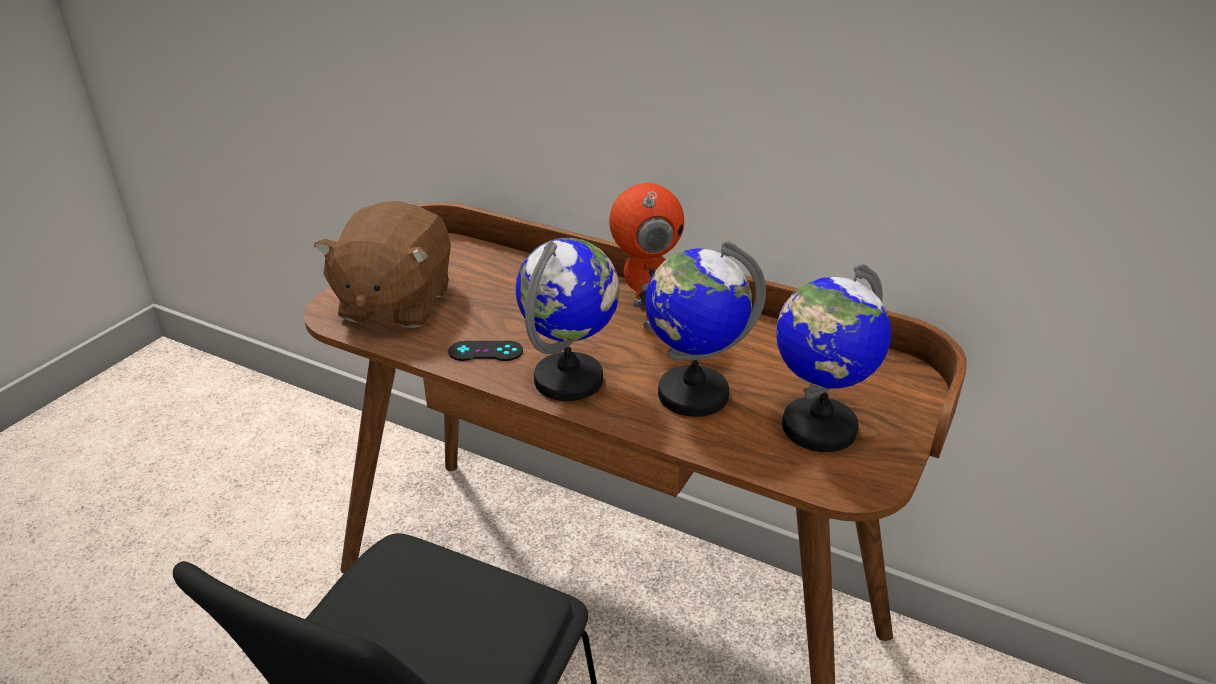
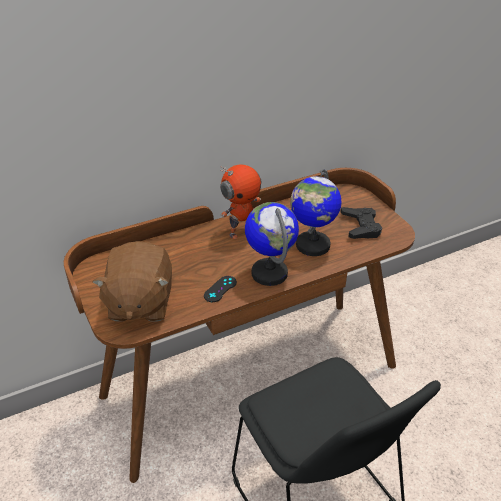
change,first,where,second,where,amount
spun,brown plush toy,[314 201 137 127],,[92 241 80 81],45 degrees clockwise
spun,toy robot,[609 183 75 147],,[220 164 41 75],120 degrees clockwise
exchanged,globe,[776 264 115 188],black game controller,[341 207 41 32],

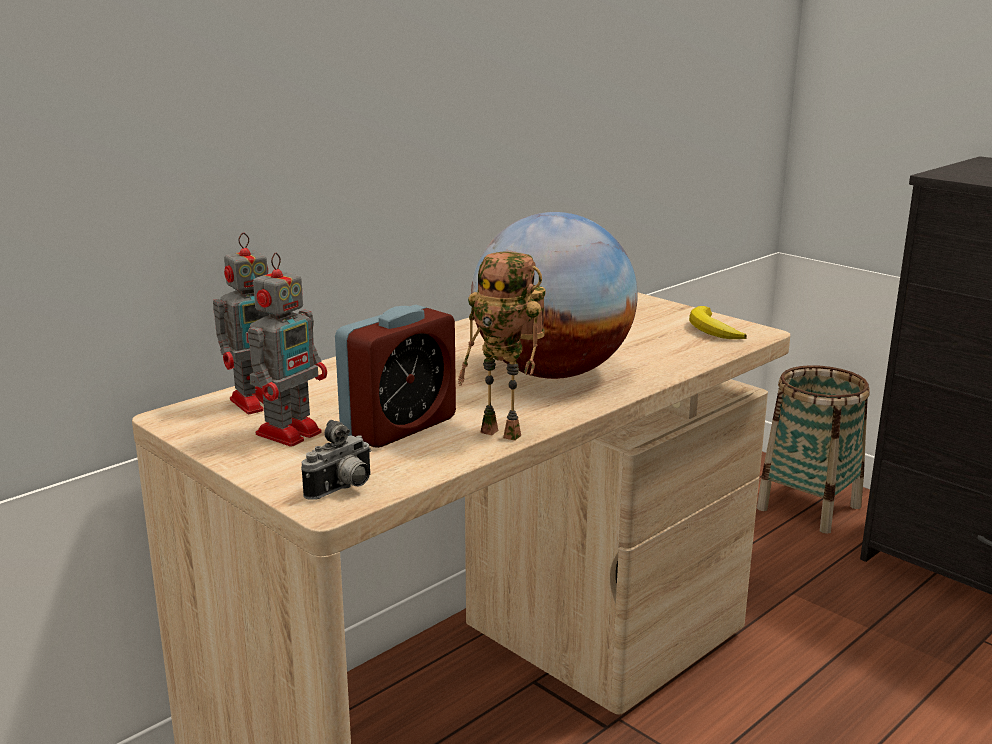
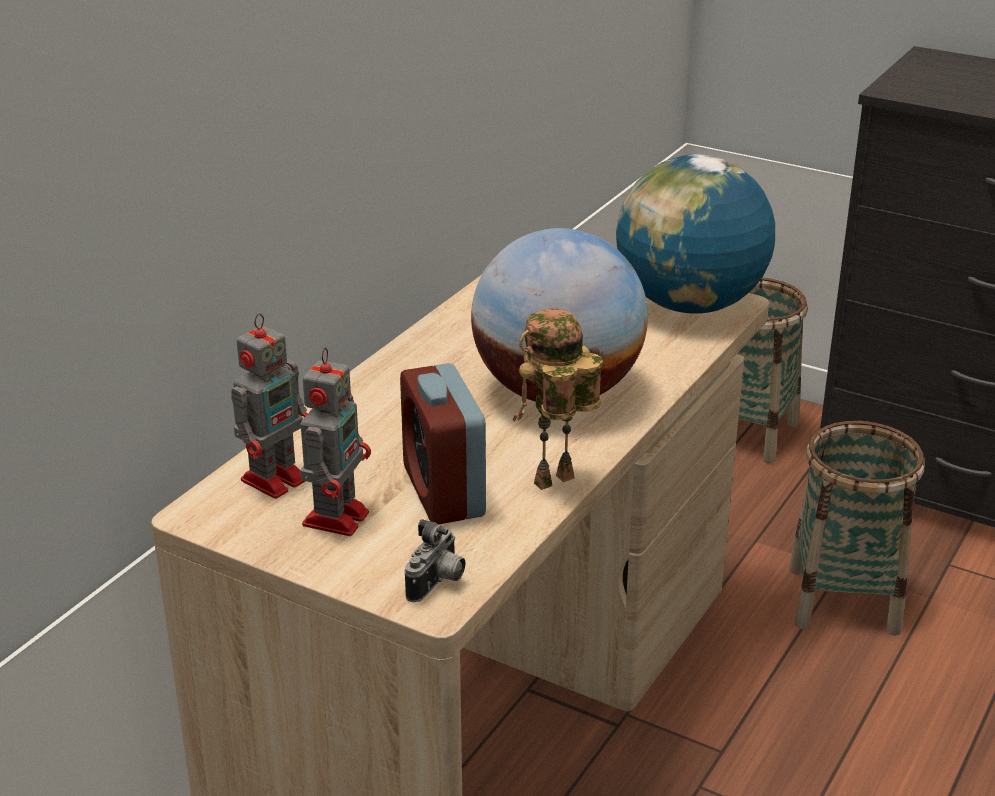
change,first,where,second,where,amount
spun,alarm clock,[335 305 121 143],,[400 363 86 162],135 degrees clockwise
spun,toy robot,[458 252 88 189],,[513 308 90 182],135 degrees clockwise
exchanged,banana,[689 306 58 33],globe,[616 154 159 160],
appeared,,,basket,[789 421 136 215],

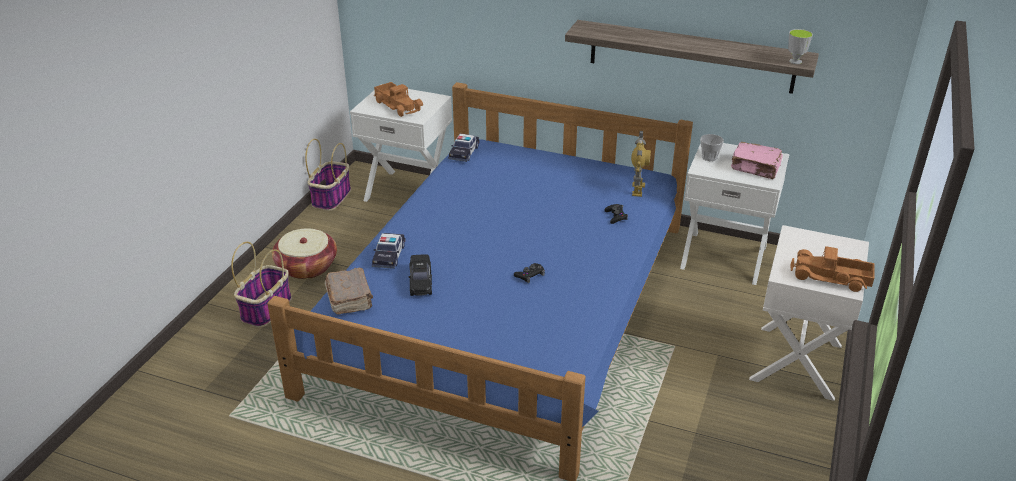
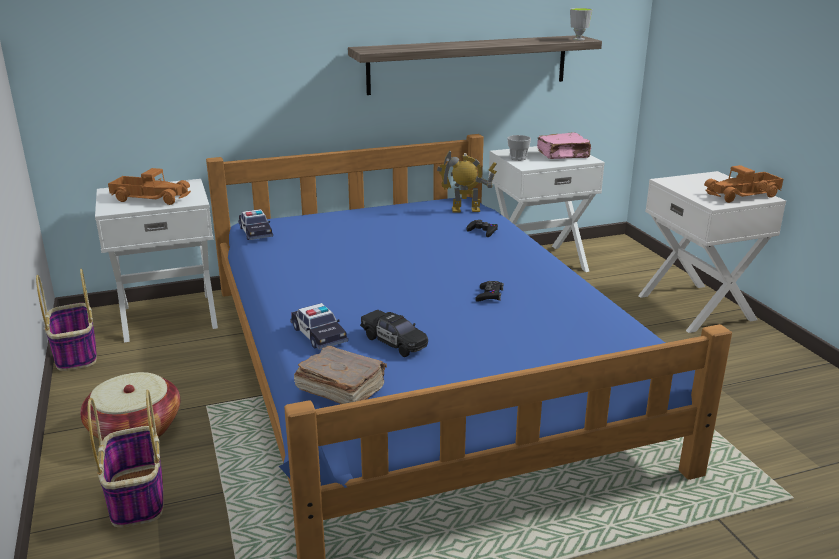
change,first,where,second,where,amount
spun,toy robot,[631 131 20 66],,[437 149 60 63],60 degrees counterclockwise

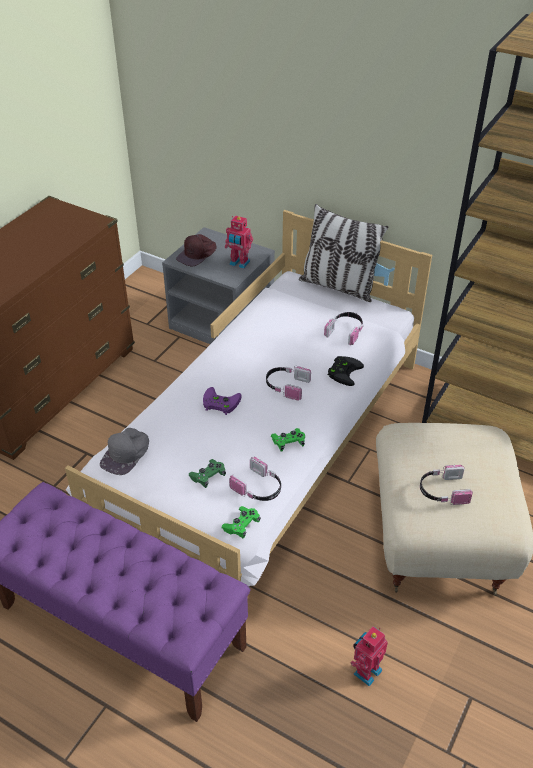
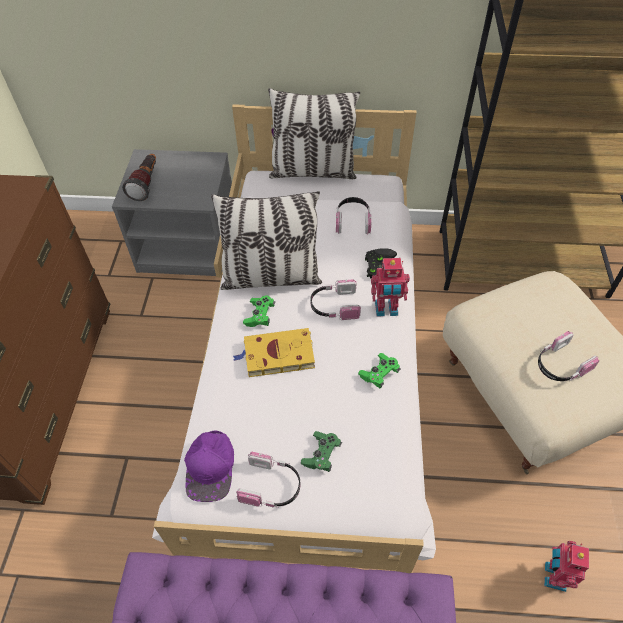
change,first,where,second,where,amount
colour,grey cap,[100 428 49 47],purple cap,[184 430 50 72],
exchanged,brown cap,[176 234 41 32],flashlight,[122 154 34 47],
exchanged,purple game controller,[203 387 39 28],yellow book,[233 328 82 49],
relocated,green game controller,[222 506 39 32],,[243 295 32 32],
relocated,toy robot,[225 216 28 53],,[371 258 39 59],
relocated,headphones,[229 457 52 44],,[236 452 65 56],
appeared,,,pillow,[211 191 111 99],

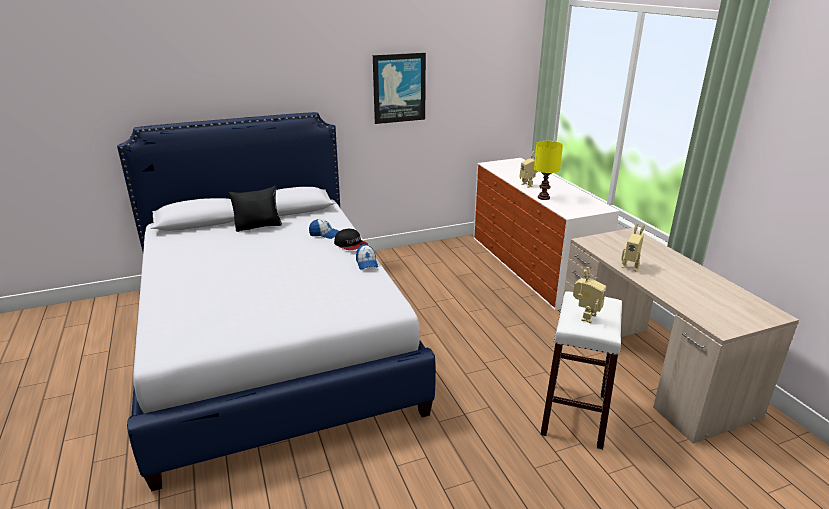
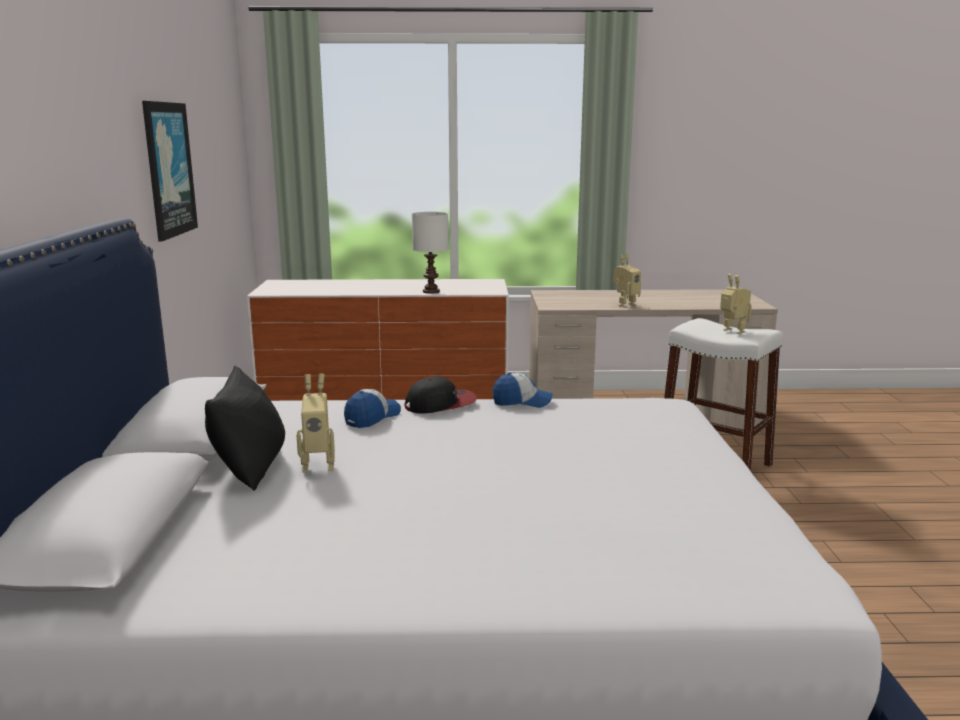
change,first,where,second,where,amount
relocated,toy robot,[520 151 18 37],,[296 373 39 100],
colour,yellow table lamp,[534 141 29 59],white table lamp,[412 212 36 82],

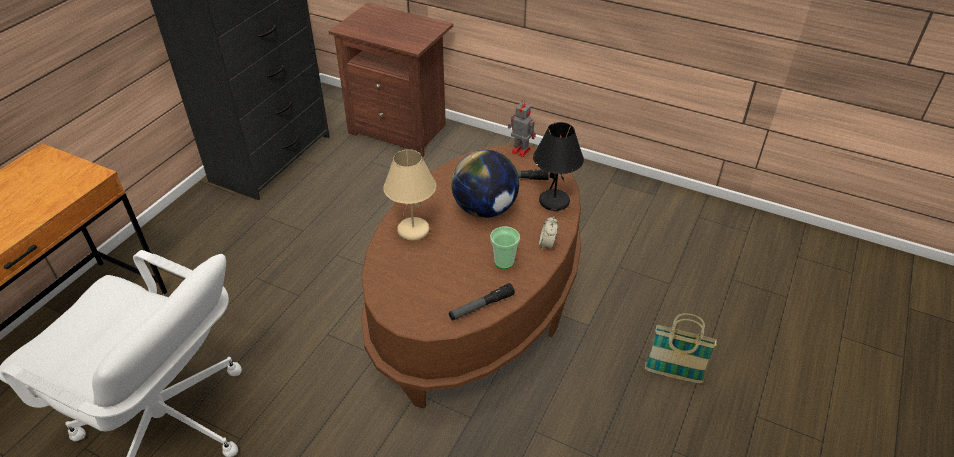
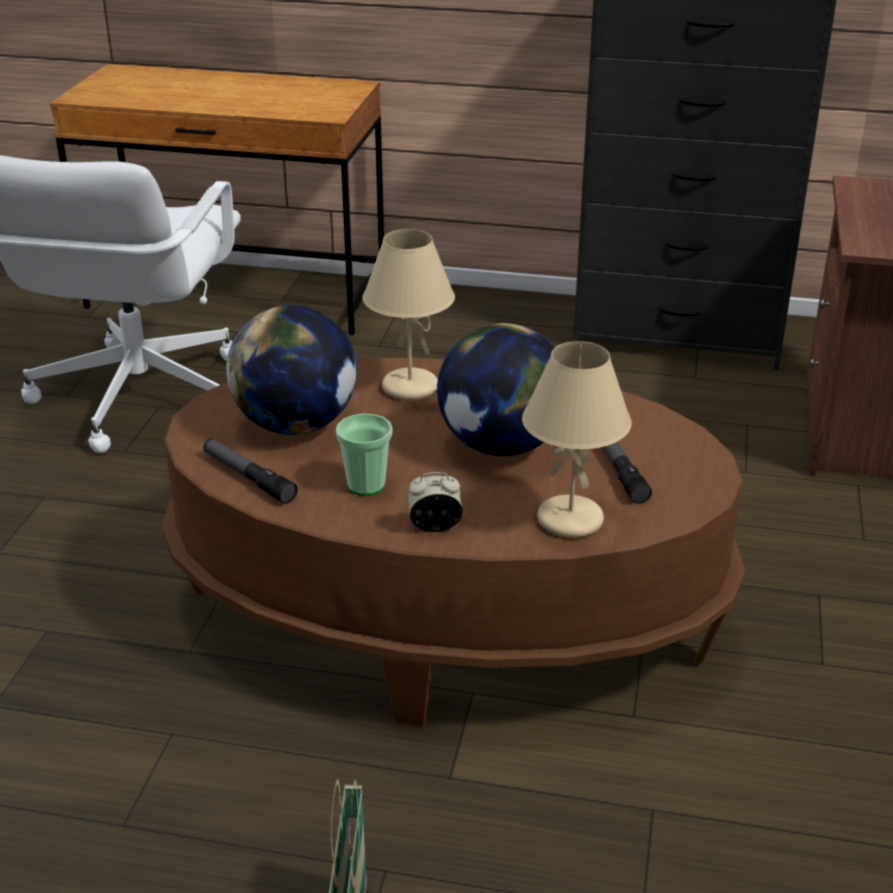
change,first,where,second,where,amount
missing,toy robot,[508 100 28 57],,,
colour,black table lamp,[533 122 51 89],beige table lamp,[522 341 110 197],
appeared,,,globe,[226 305 131 130],

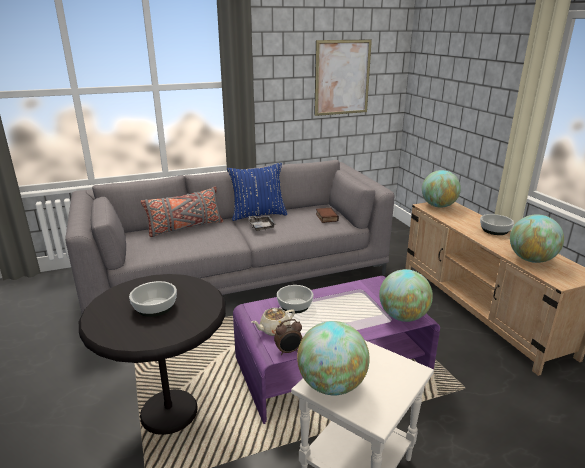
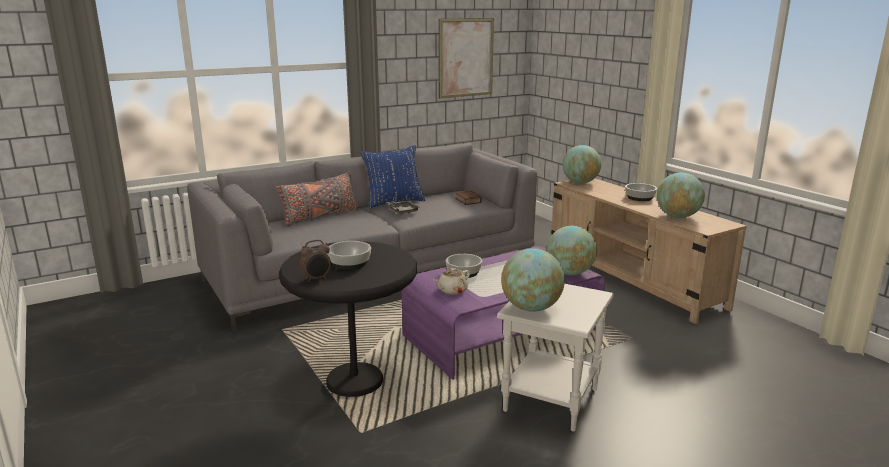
change,first,where,second,where,amount
relocated,alarm clock,[274 319 28 36],,[299 240 32 42],

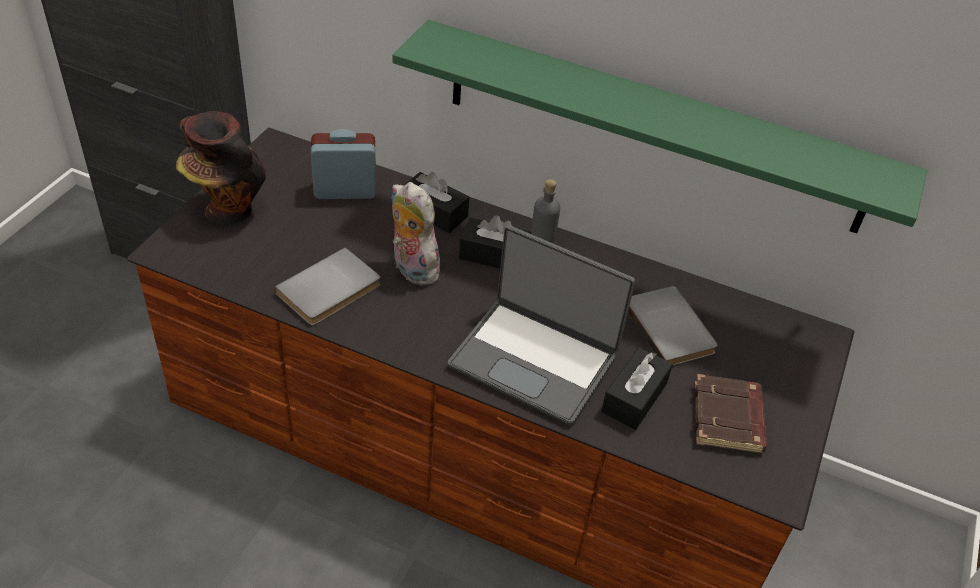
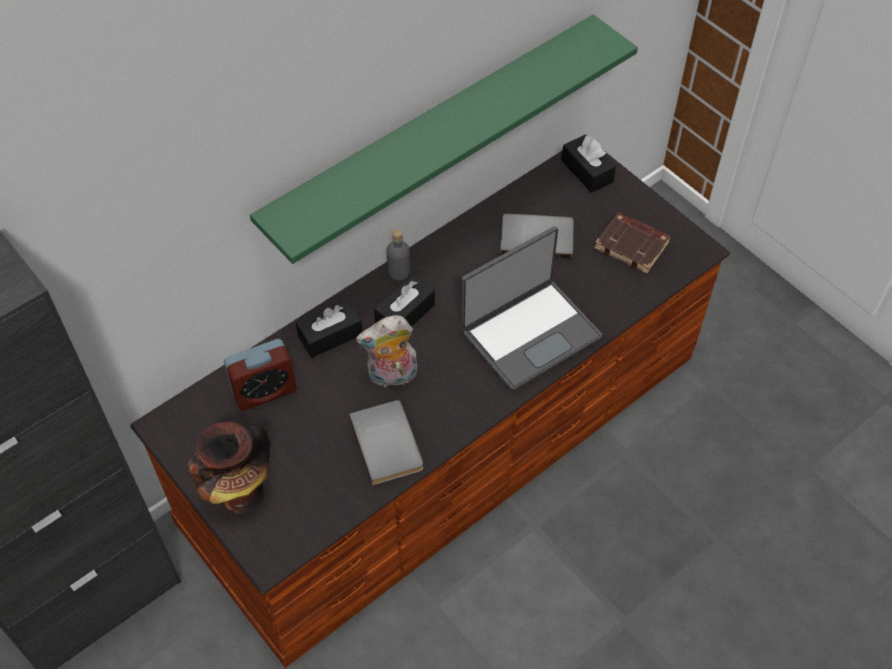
change,first,where,second,where,amount
spun,alarm clock,[311 129 65 70],,[224 339 72 72],135 degrees counterclockwise
relocated,black tissue box,[601 347 72 83],,[561 135 55 58],

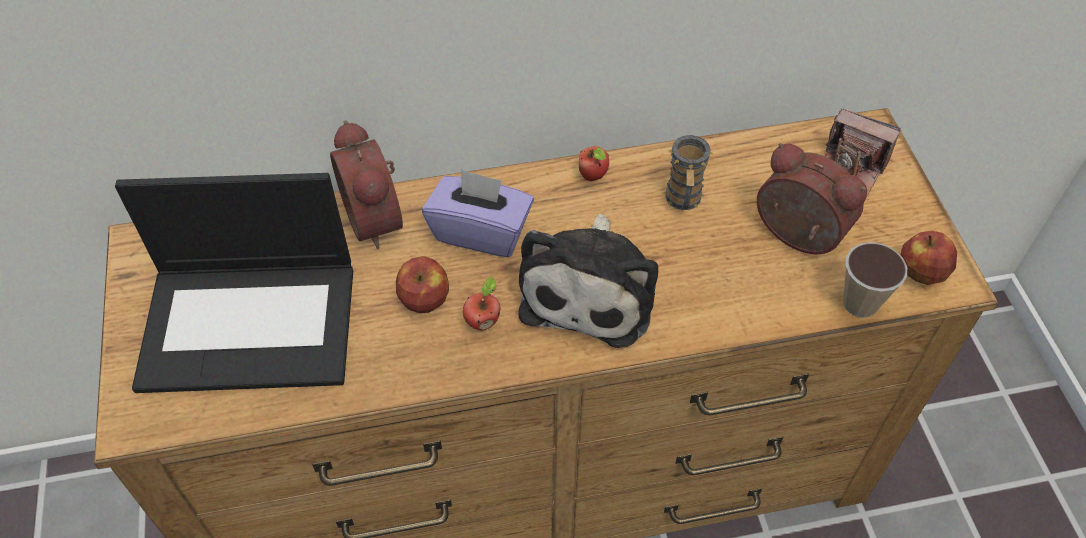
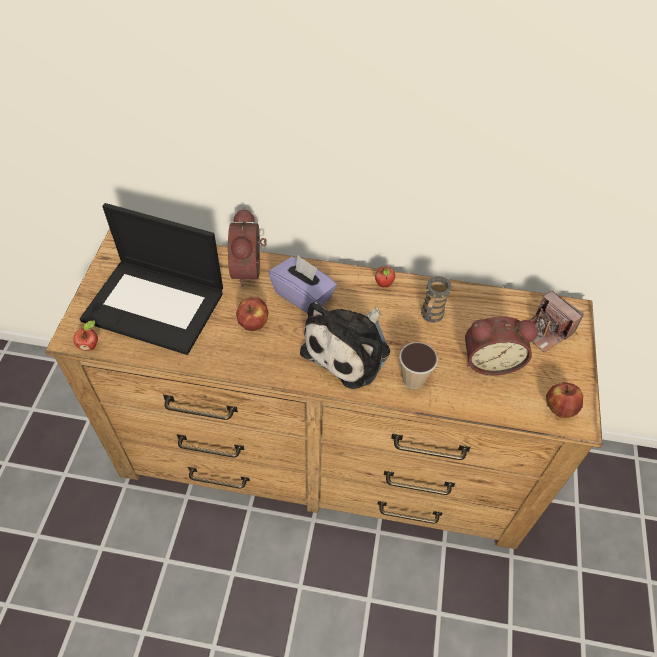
change,first,where,second,where,amount
relocated,apple,[463 276 37 55],,[73 321 25 30],
spun,alarm clock,[757 143 110 111],,[465 316 73 59],120 degrees clockwise
relocated,cup,[843 242 64 76],,[399 342 39 47],

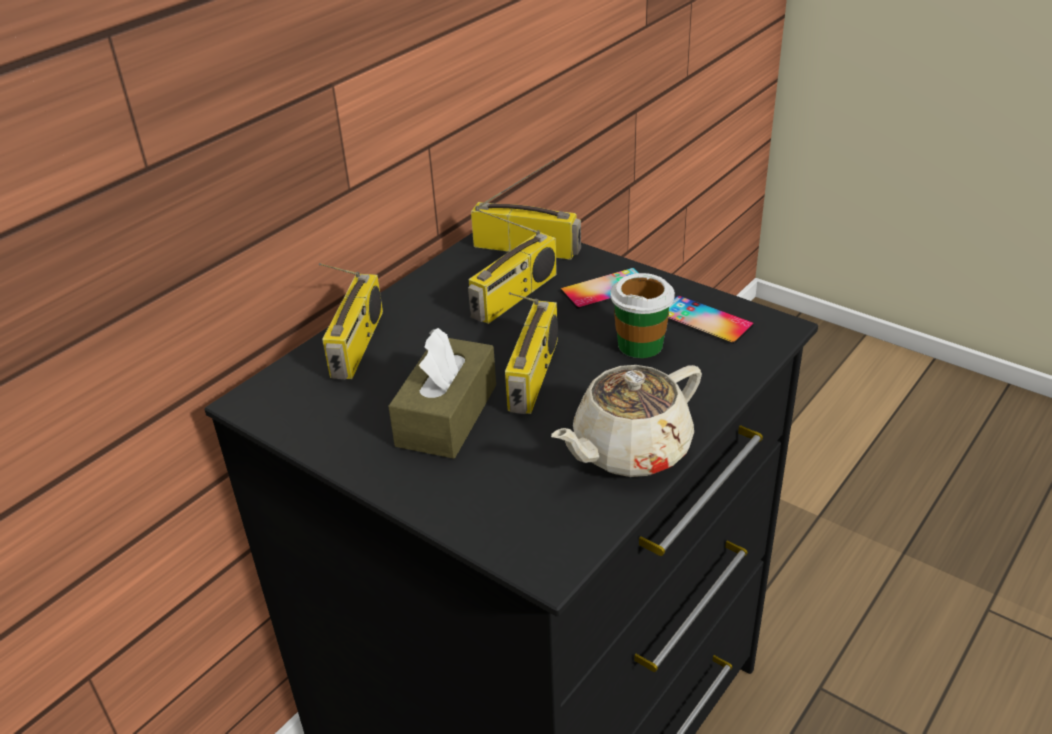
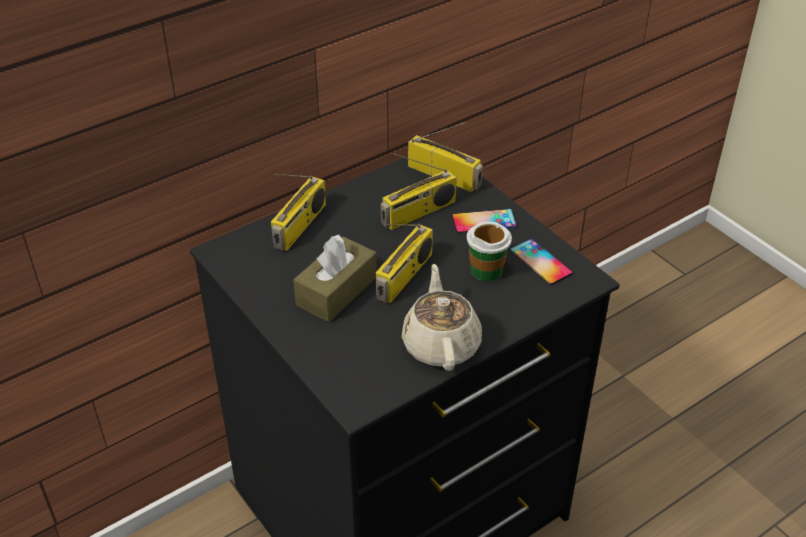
change,first,where,second,where,amount
spun,beige teapot,[551 365 151 112],,[402 264 80 107],105 degrees clockwise

